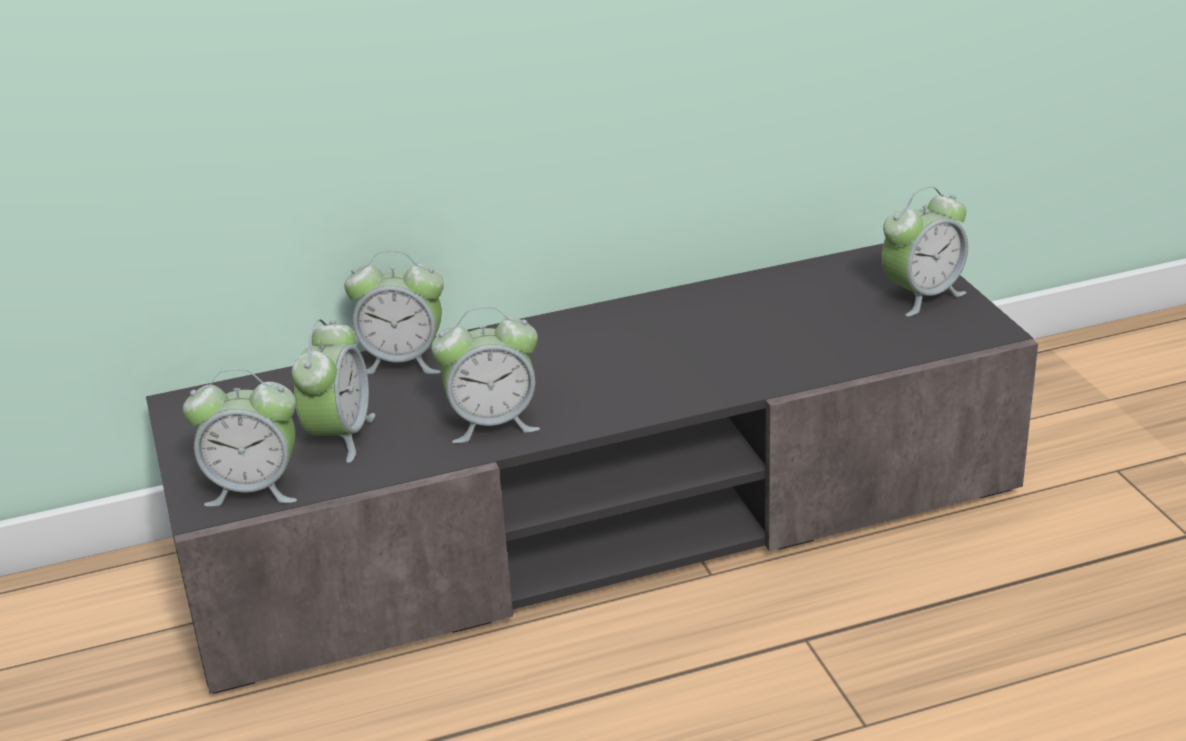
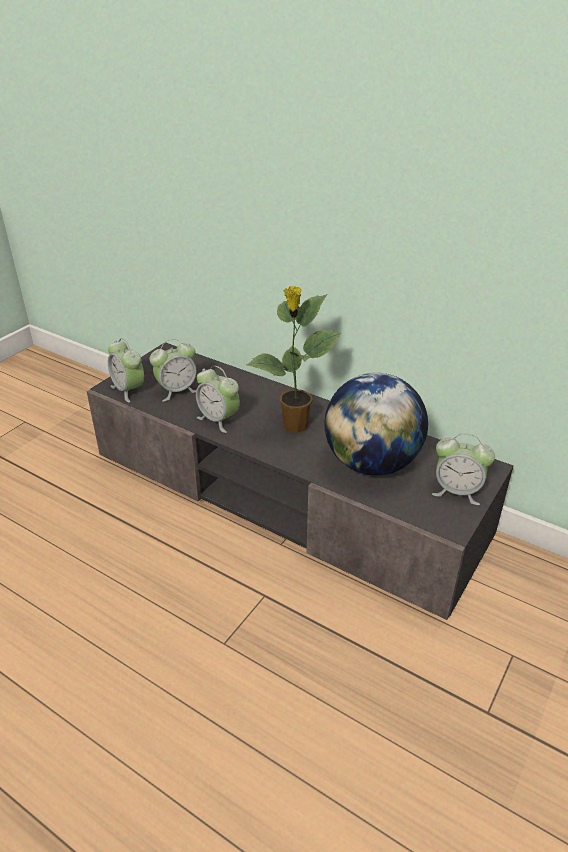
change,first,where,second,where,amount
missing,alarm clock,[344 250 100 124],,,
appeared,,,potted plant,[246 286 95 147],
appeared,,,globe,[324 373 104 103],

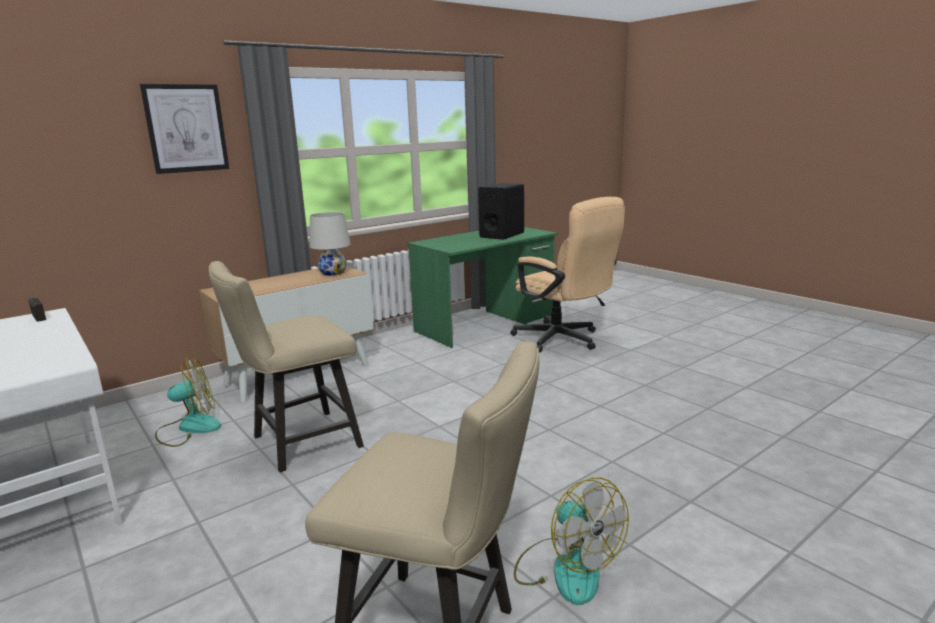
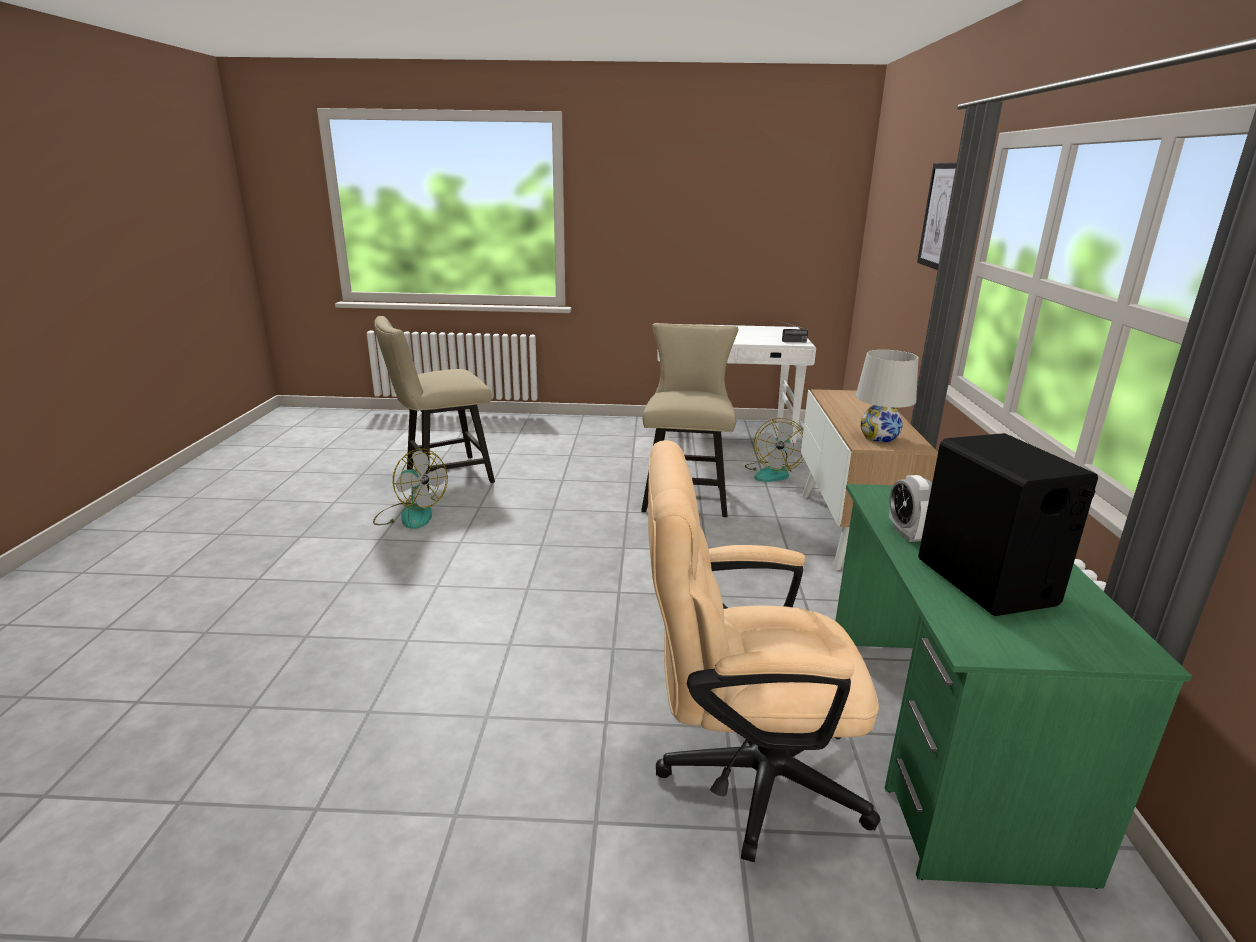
change,first,where,second,where,amount
spun,fan,[514 477 115 128],,[373 449 75 80],150 degrees counterclockwise
appeared,,,alarm clock,[889 475 43 67],

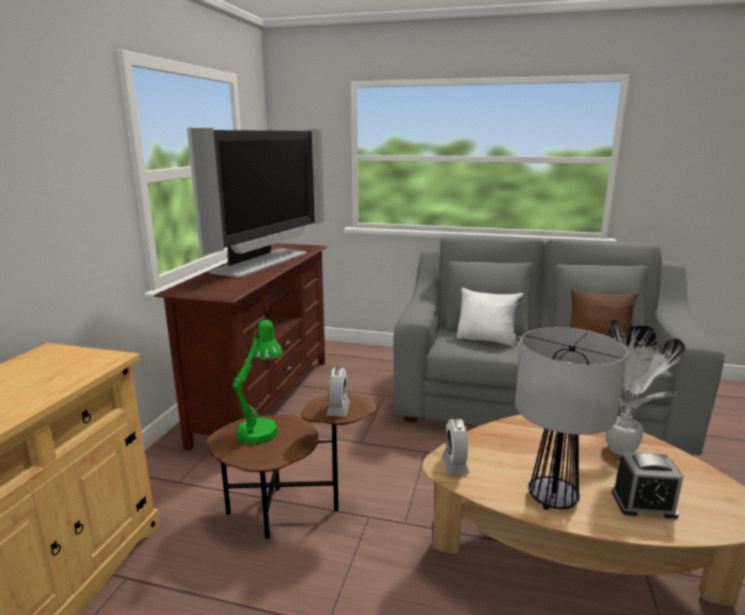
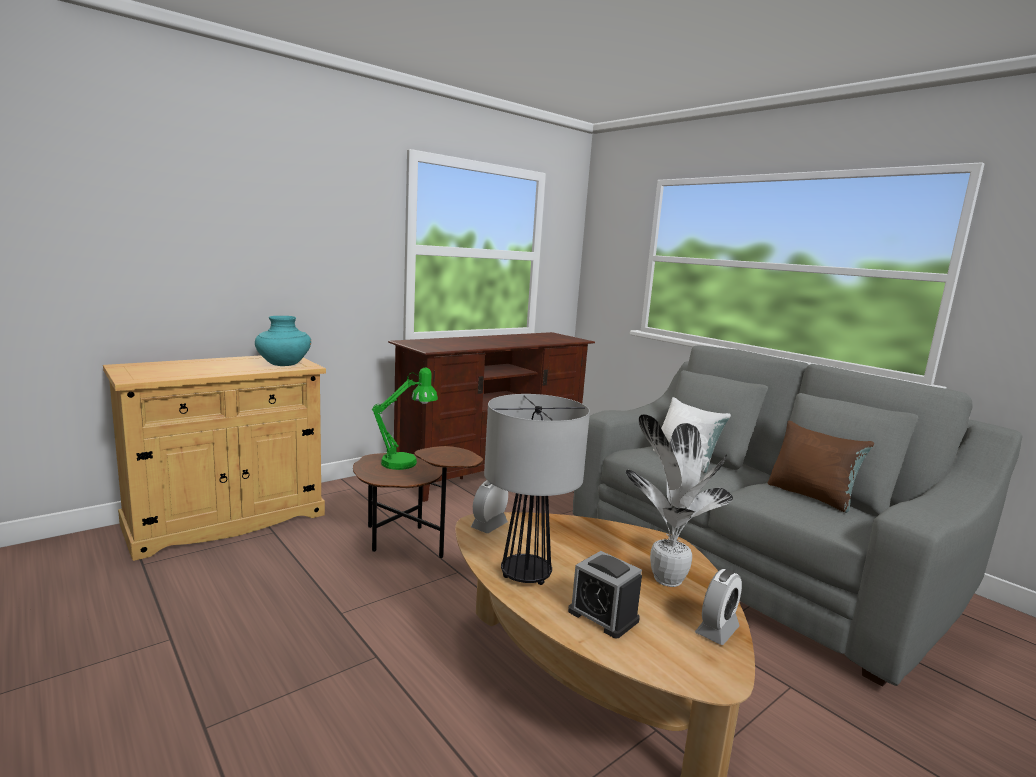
change,first,where,second,where,amount
missing,television,[187 128 137 150],,,
relocated,alarm clock,[326 367 24 49],,[695 569 47 76],
appeared,,,turquoise vase,[255 316 56 50],

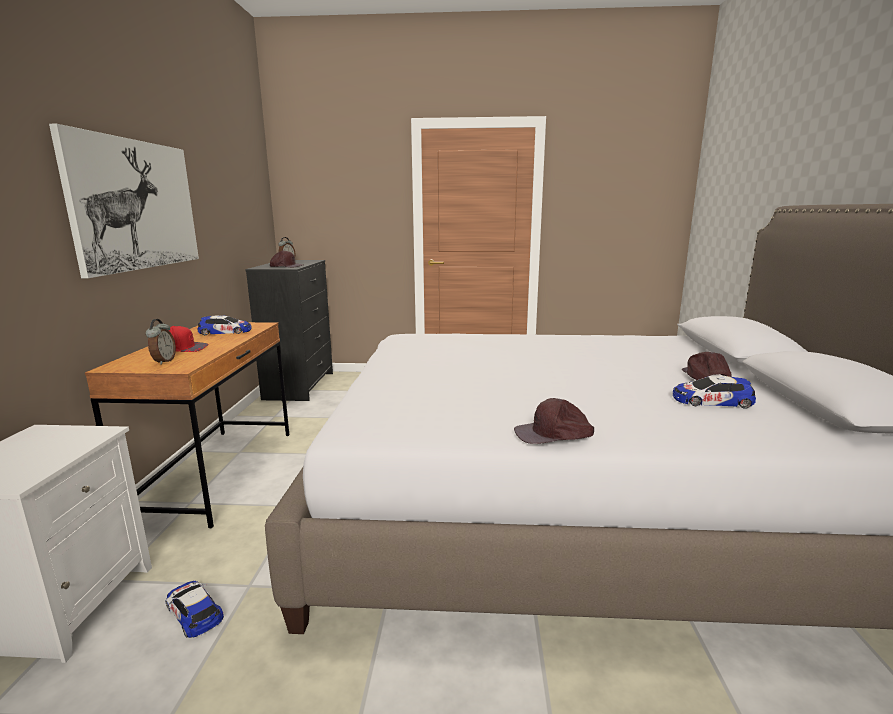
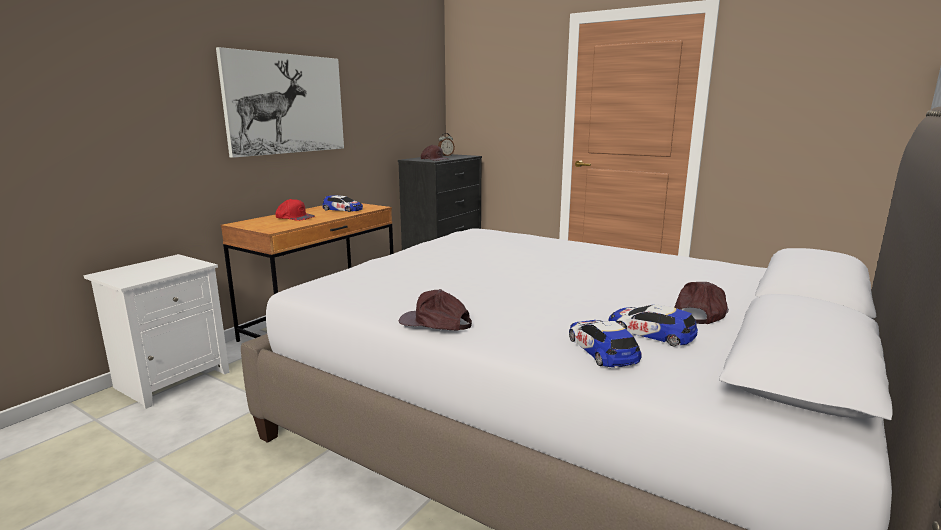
change,first,where,second,where,amount
missing,alarm clock,[146 319 30 46],,,
relocated,toy car,[166 581 58 57],,[569 320 73 48],

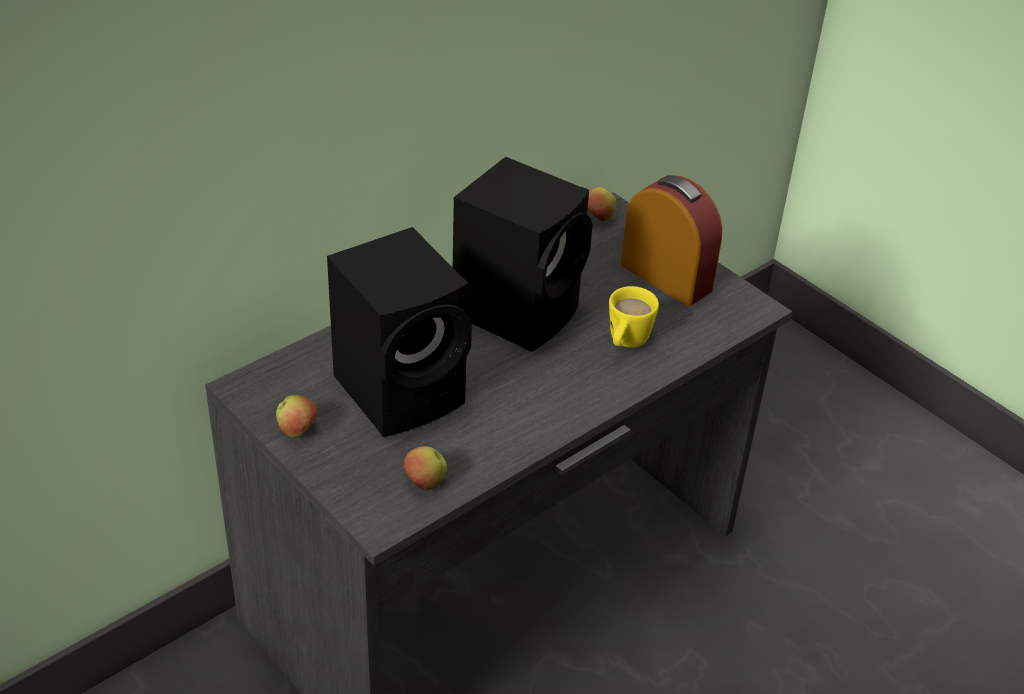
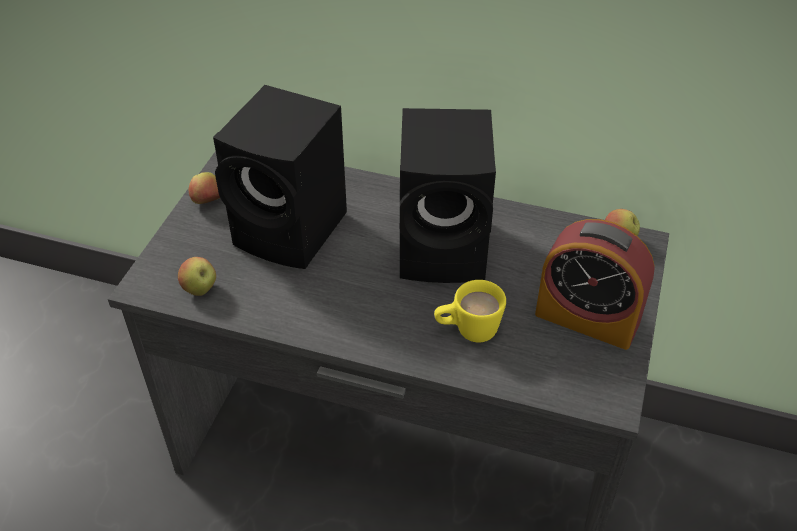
change,first,where,second,where,amount
spun,alarm clock,[621 175 101 131],,[535 219 120 131],105 degrees clockwise

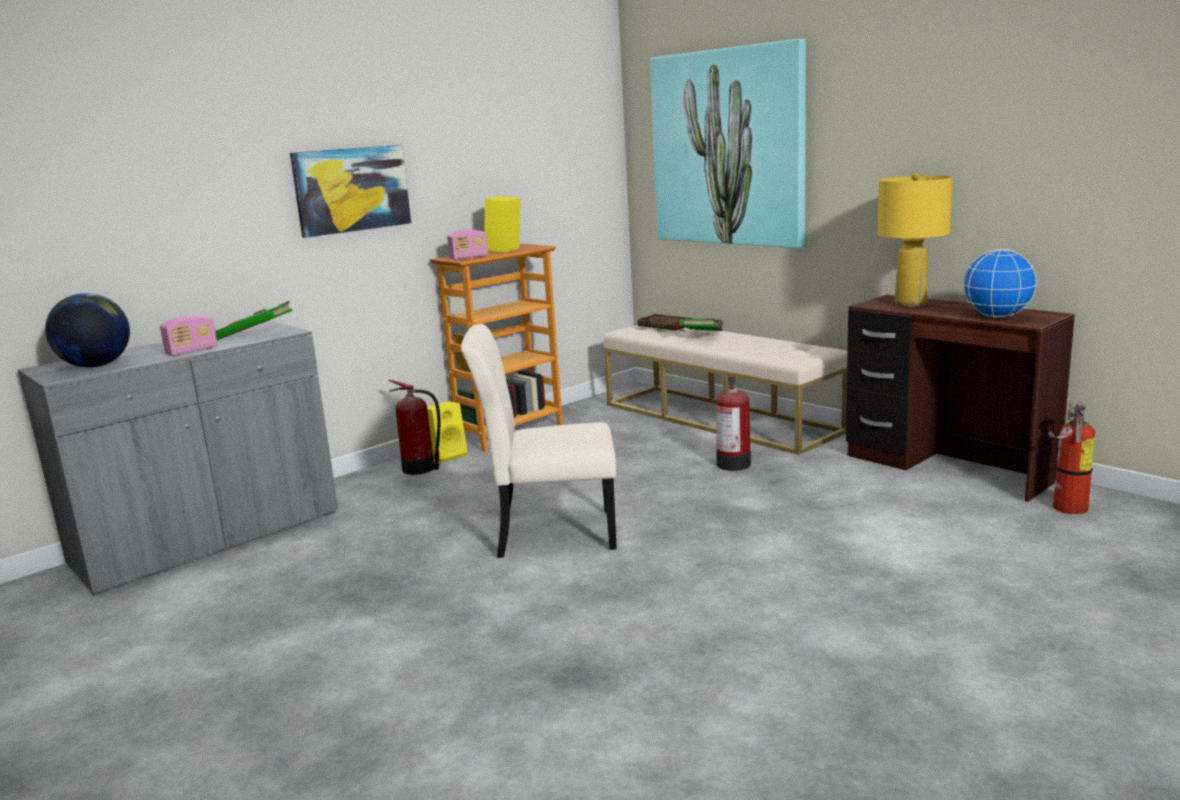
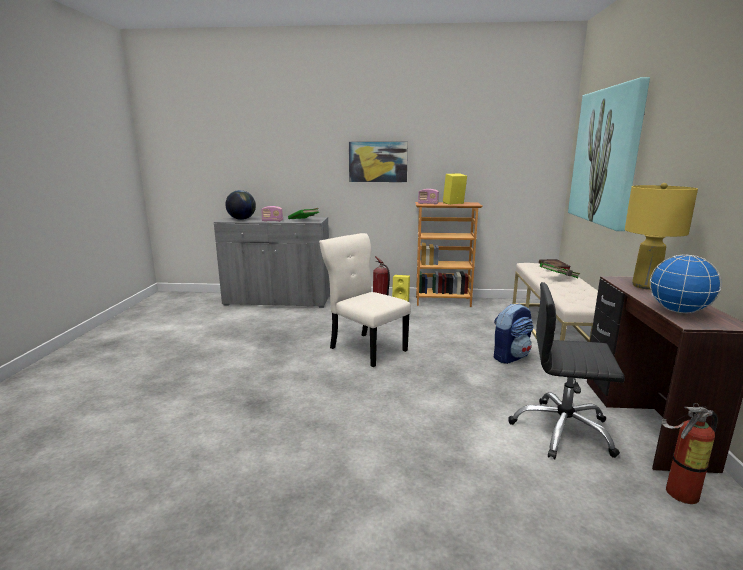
change,first,where,second,where,amount
exchanged,fire extinguisher,[716 376 35 95],backpack,[494 303 40 61],
appeared,,,black office chair,[508 282 117 177],

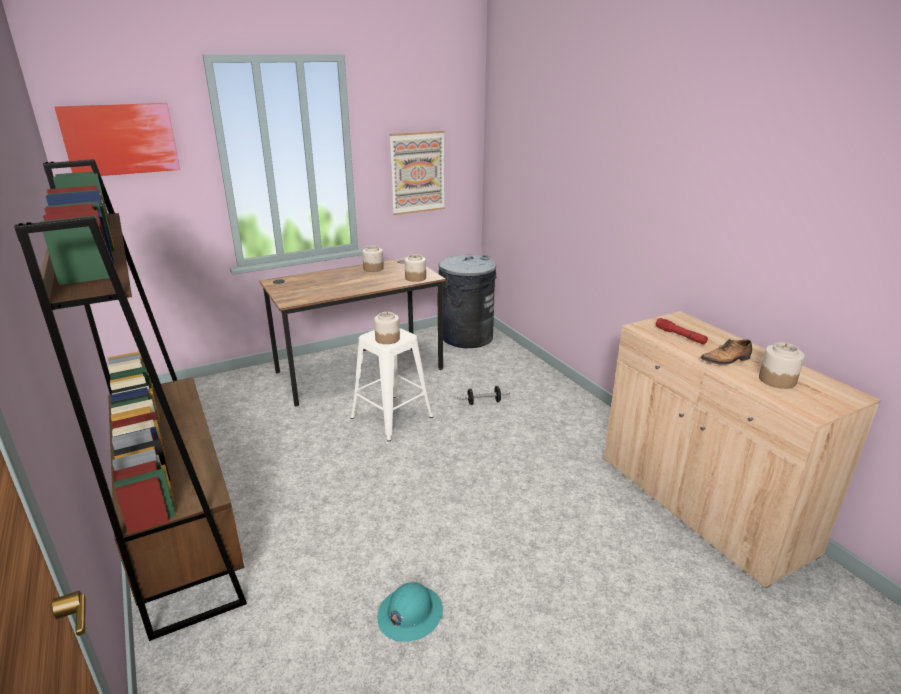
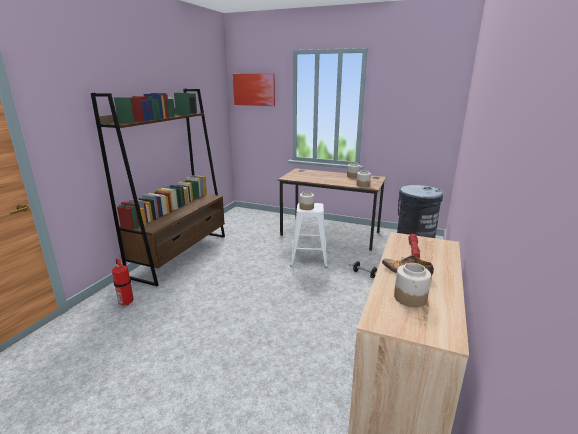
change,first,where,second,where,amount
missing,turquoise hard hat,[377 582 66 60],,,
missing,picture,[390 131 55 84],,,
appeared,,,fire extinguisher,[112 255 21 51],

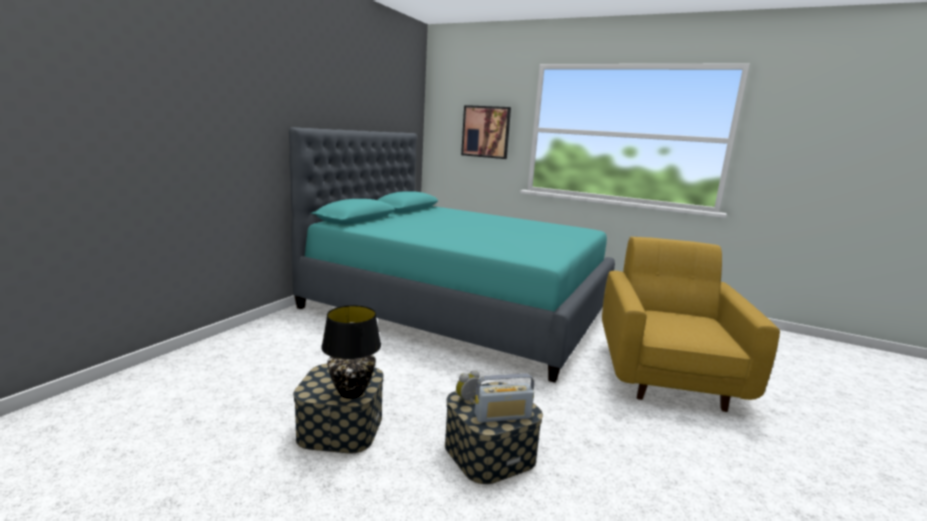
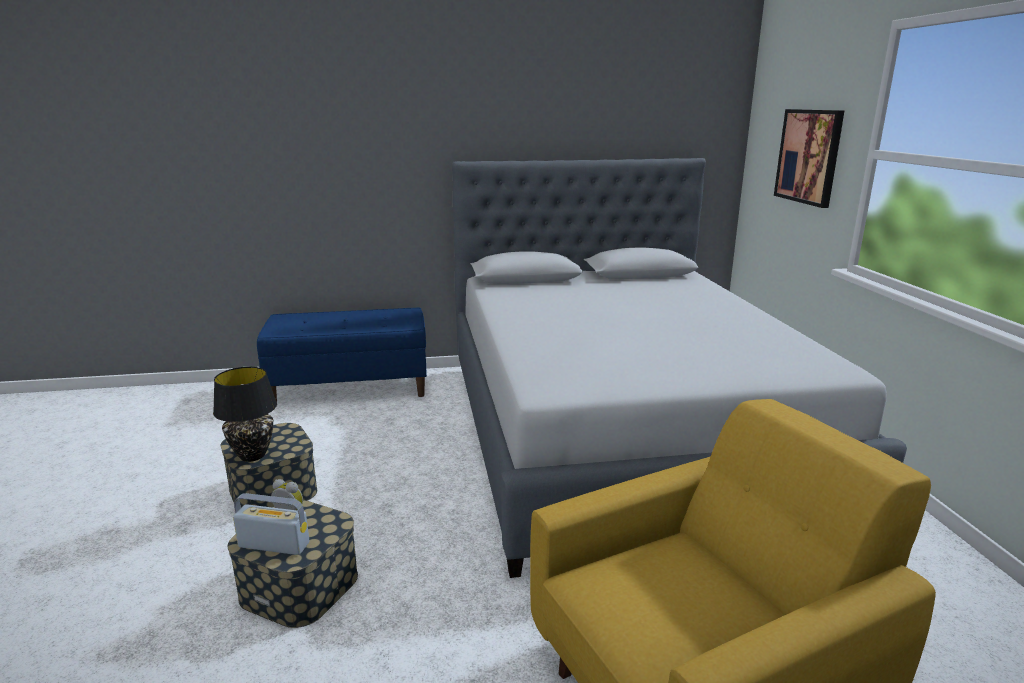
change,first,where,second,where,amount
colour,turquoise bed,[289 127 326 256],grey bed,[452 158 455 420],
spun,radio,[474 373 60 50],,[233 493 77 62],150 degrees clockwise
appeared,,,blue bench,[257 308 170 94],

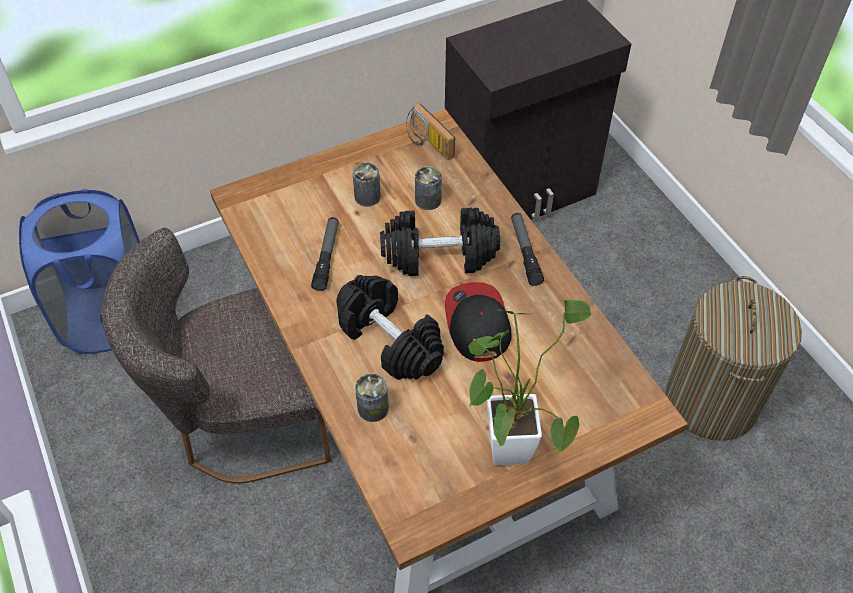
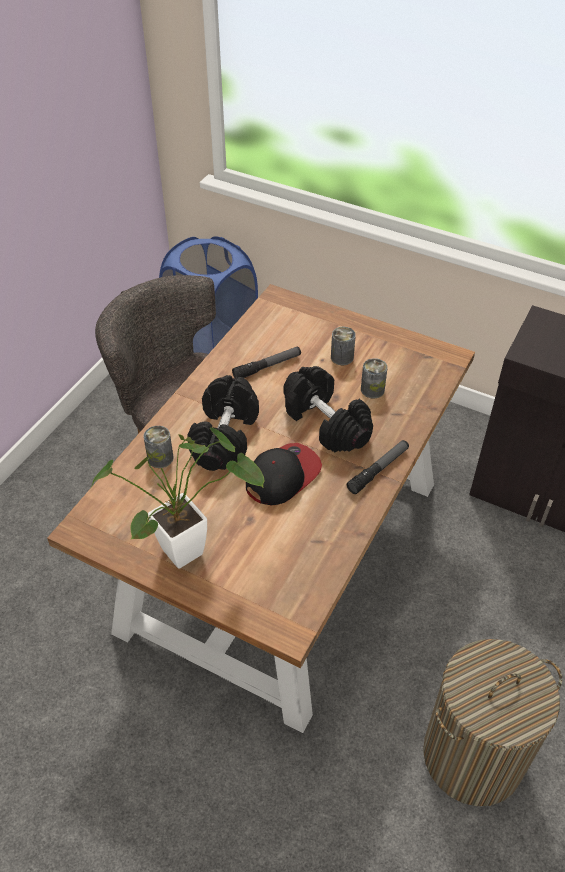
change,first,where,second,where,amount
missing,radio,[406 103 49 57],,,

